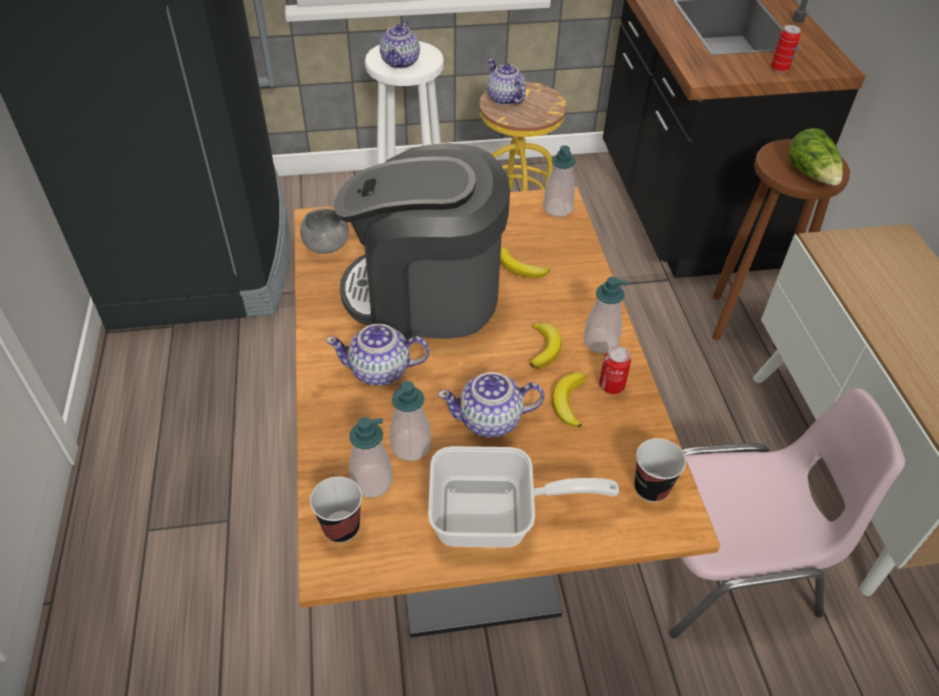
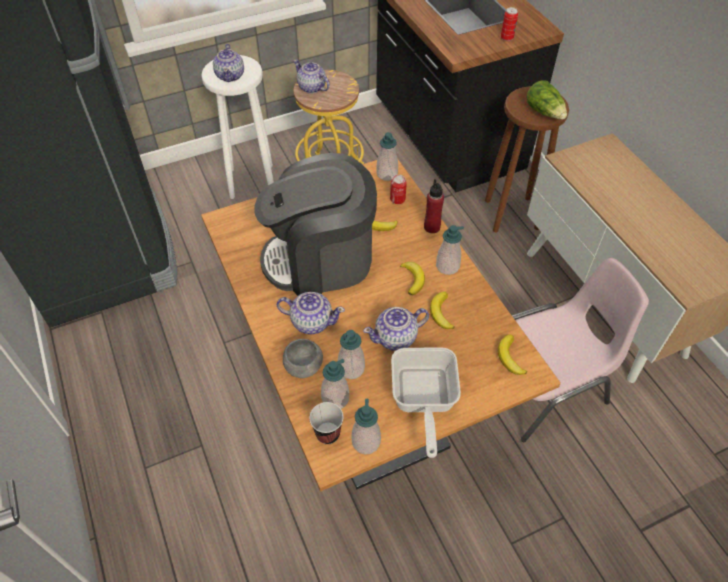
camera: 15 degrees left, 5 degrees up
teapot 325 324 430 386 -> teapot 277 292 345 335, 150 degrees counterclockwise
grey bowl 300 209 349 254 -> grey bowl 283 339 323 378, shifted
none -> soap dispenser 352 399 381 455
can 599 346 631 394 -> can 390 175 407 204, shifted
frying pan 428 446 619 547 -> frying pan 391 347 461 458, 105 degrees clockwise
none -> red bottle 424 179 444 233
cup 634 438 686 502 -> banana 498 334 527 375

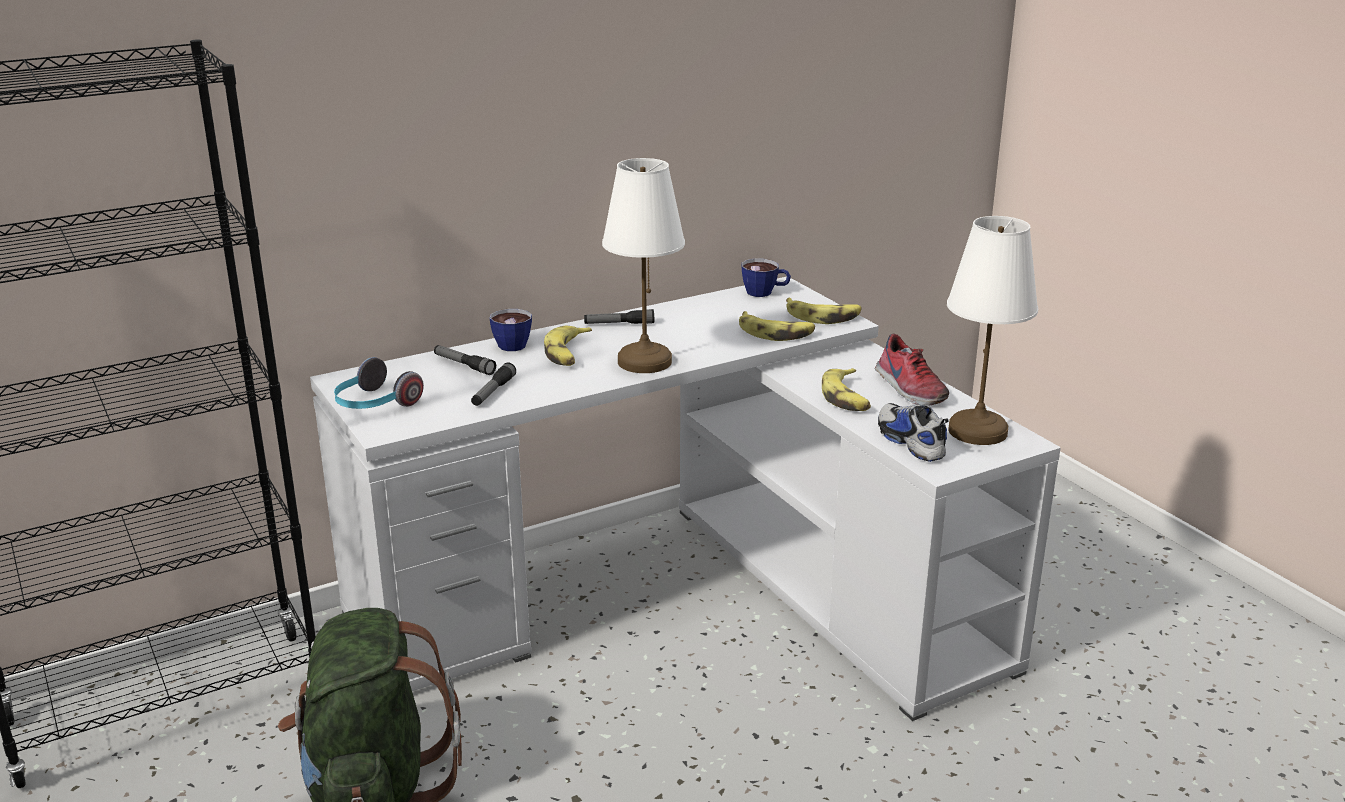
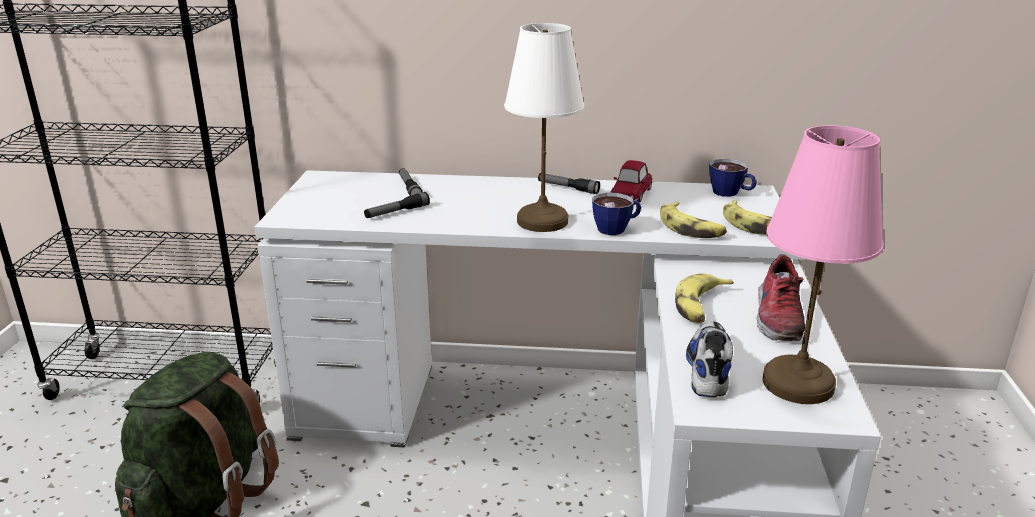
camera: 35 degrees right, 0 degrees up
cup 490 309 532 351 -> cup 592 192 641 235, shifted
none -> toy car 610 160 653 202
white table lamp 947 216 1038 445 -> pink table lamp 762 125 884 404
headphones 334 357 424 409 -> none
banana 544 326 592 366 -> none

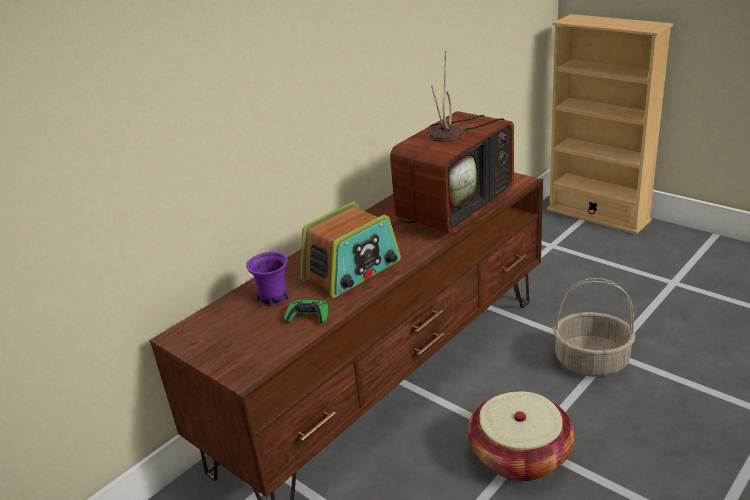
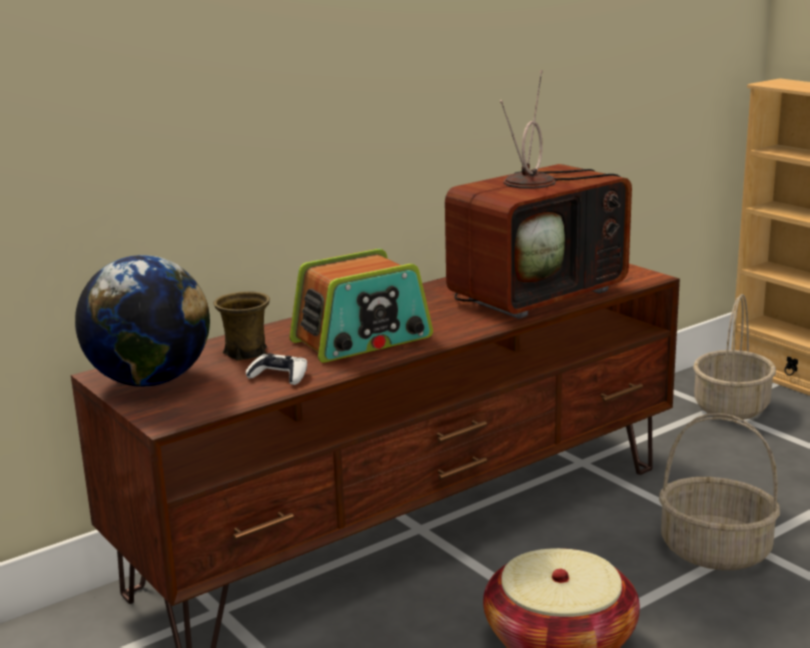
camera: 10 degrees right, 10 degrees down
none -> globe 75 255 210 387
purple mug 246 252 290 306 -> brown mug 213 291 270 361
green game controller 284 300 328 324 -> white game controller 246 353 307 385
none -> basket 693 294 776 420

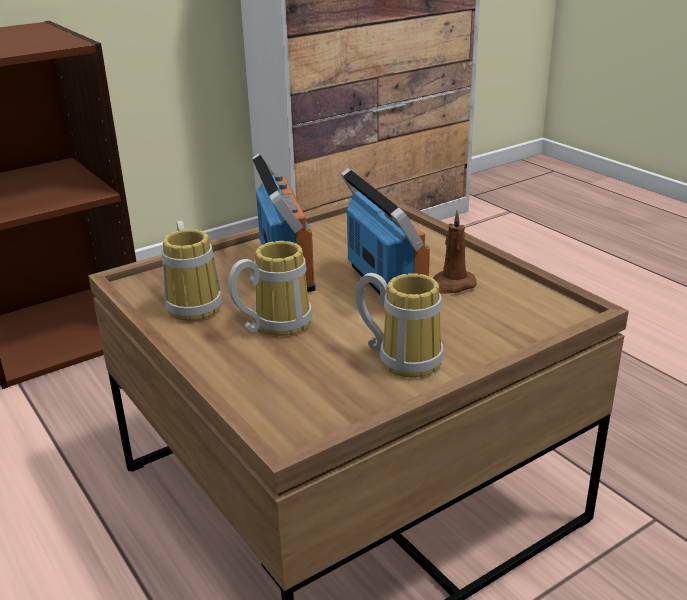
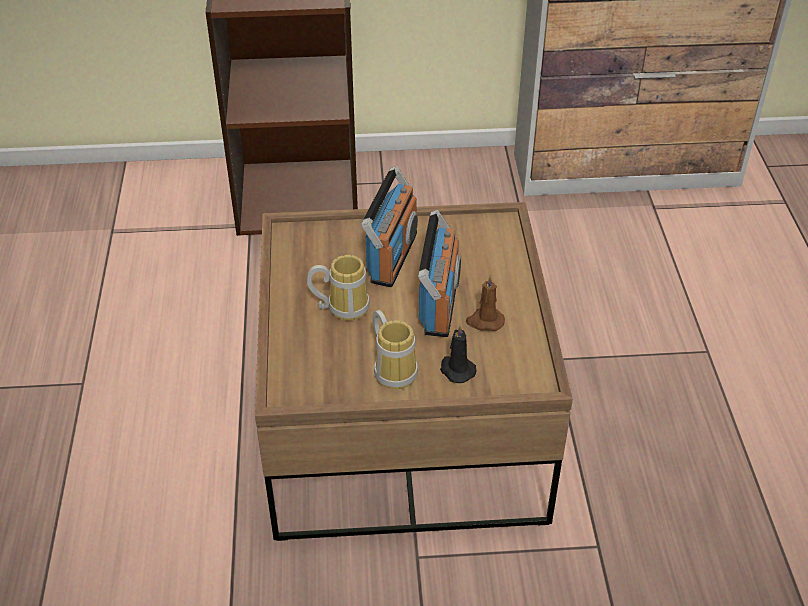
camera: 30 degrees right, 15 degrees up
none -> black candle 440 325 477 383
mug 162 221 222 321 -> none

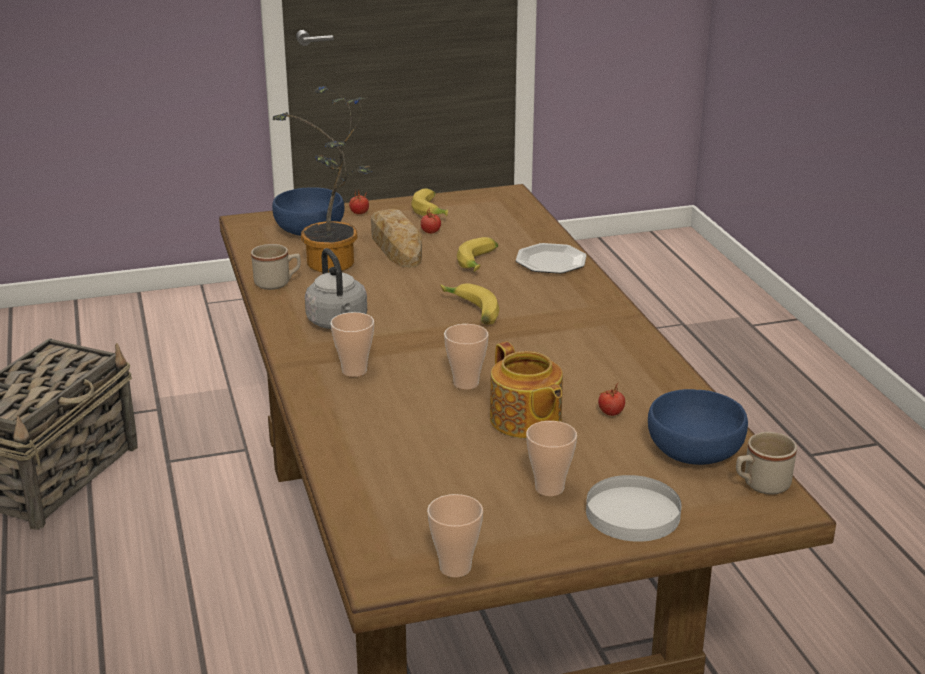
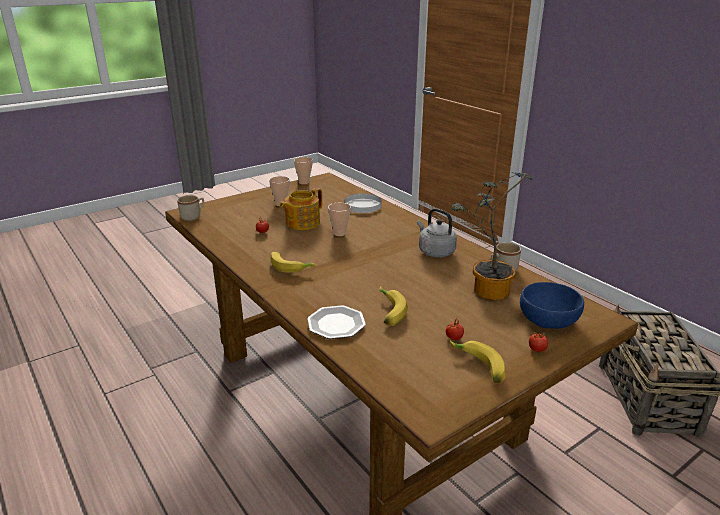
camera: 160 degrees right, 0 degrees up
banana 440 283 499 325 -> banana 270 252 315 273, shifted
teapot 490 342 563 438 -> teapot 280 188 323 230, 90 degrees counterclockwise
white plate 586 475 682 542 -> white plate 345 194 382 213, shifted
cup 330 312 374 377 -> none
bread 371 209 422 268 -> none
blue bowl 648 389 748 465 -> none

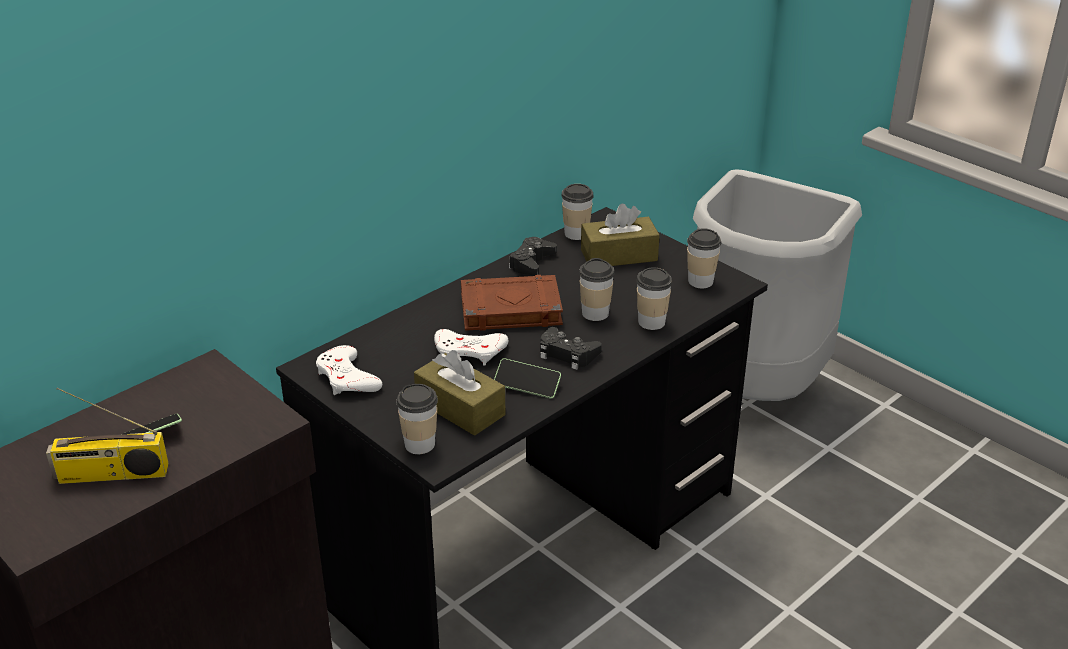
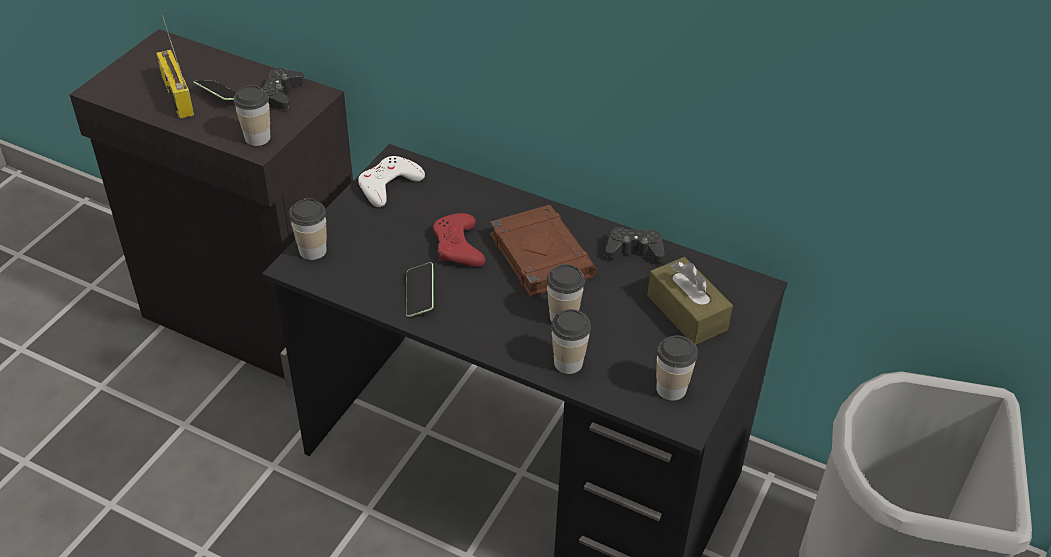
camera: 70 degrees right, 10 degrees up
cup 561 184 594 240 -> cup 233 85 270 146, shifted
black game controller 540 327 602 370 -> black game controller 262 68 305 110, shifted
white game controller 434 329 508 366 -> red game controller 433 213 485 267
brown tissue box 414 350 506 436 -> none

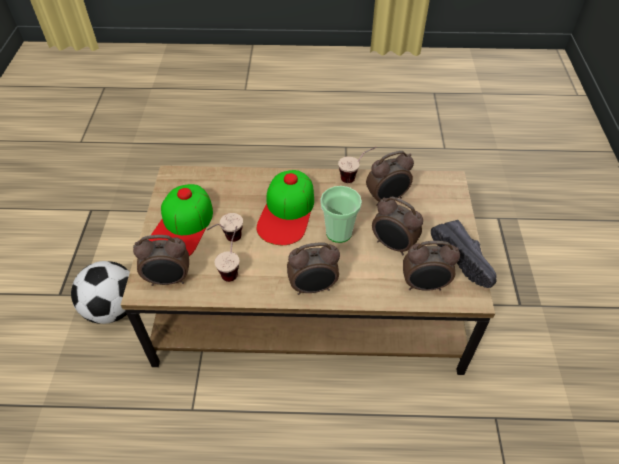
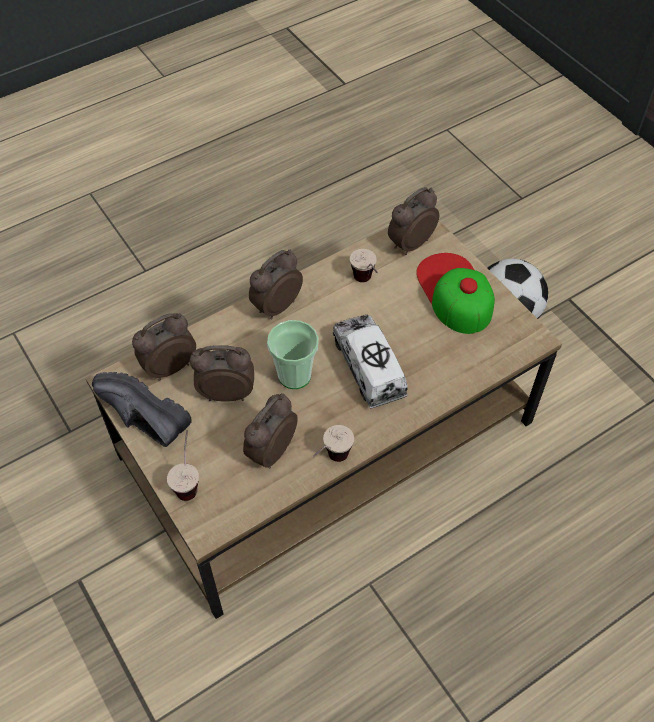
camera: 145 degrees right, 5 degrees up
cup 206 213 243 242 -> cup 167 430 199 501, shifted
cap 257 170 314 245 -> toy truck 333 315 408 409

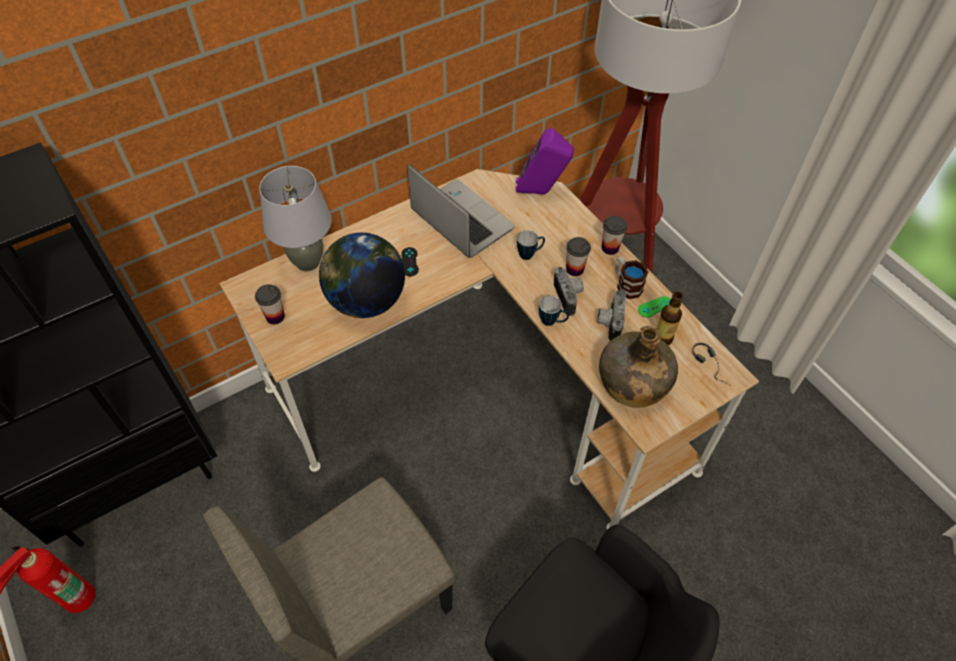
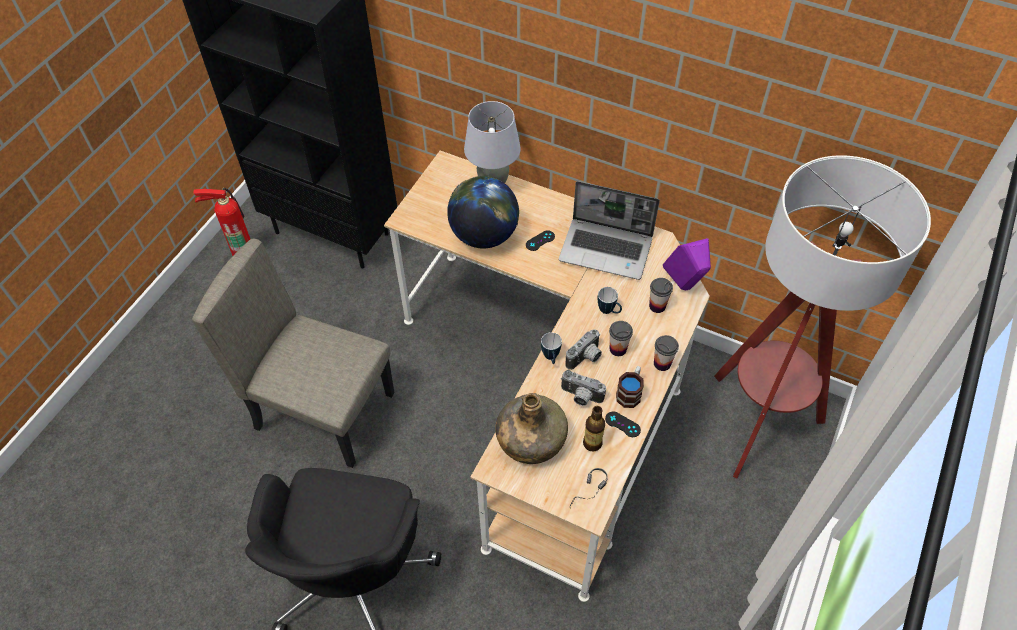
camera: 60 degrees right, 0 degrees up
laptop 407 164 515 258 -> laptop 559 181 660 280, 90 degrees clockwise
photo camera 597 290 626 341 -> photo camera 561 370 606 406, 135 degrees counterclockwise
green game controller 638 296 671 318 -> black game controller 605 411 641 437
cup 255 284 285 324 -> cup 649 278 673 313, shifted

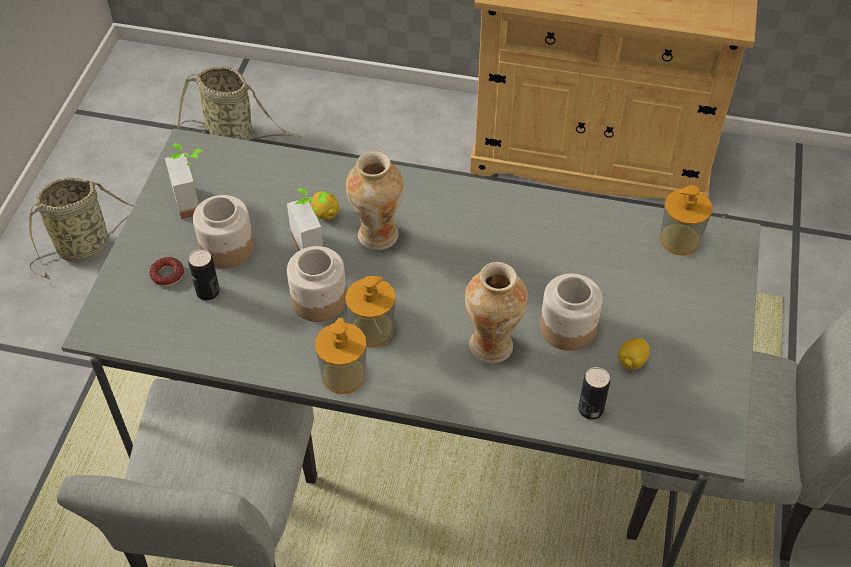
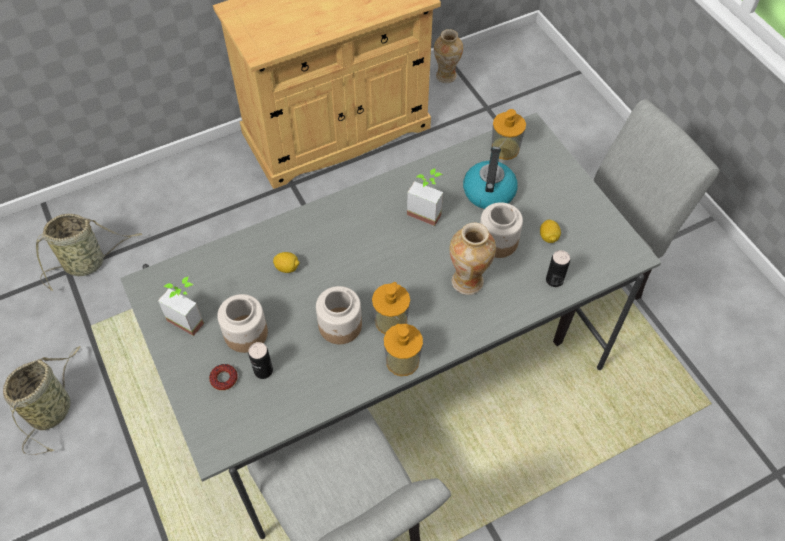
camera: 40 degrees left, 5 degrees up
potted plant 287 188 330 251 -> potted plant 407 168 443 226, shifted
vase 346 151 404 250 -> vase 434 29 463 83, shifted
none -> kettle 463 147 518 209

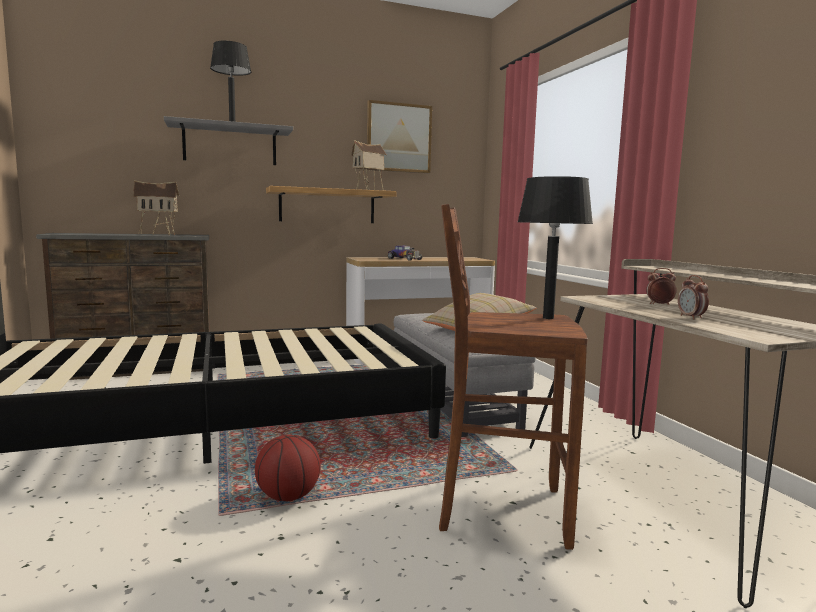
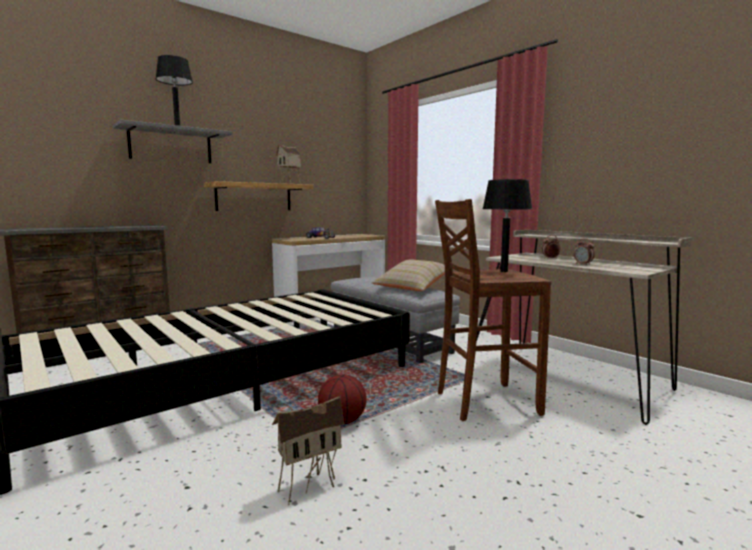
camera: 20 degrees left, 0 degrees up
toy house 133 180 179 235 -> toy house 272 396 344 505, shifted
picture 367 100 432 173 -> none

